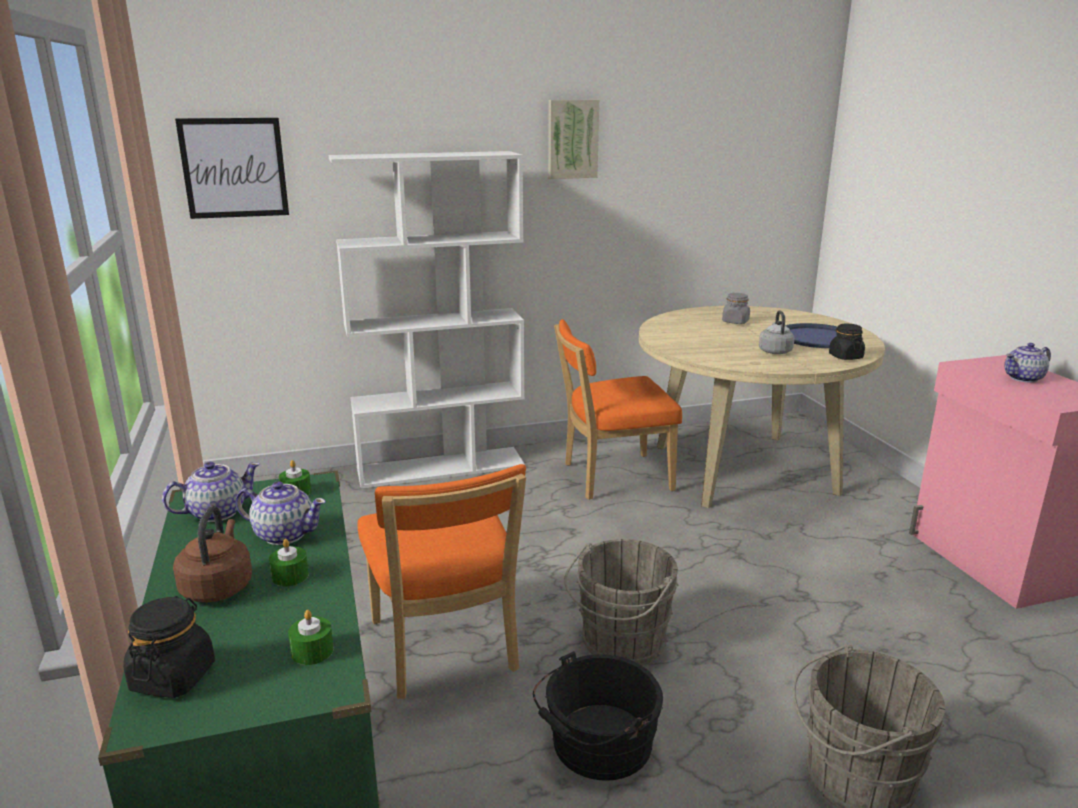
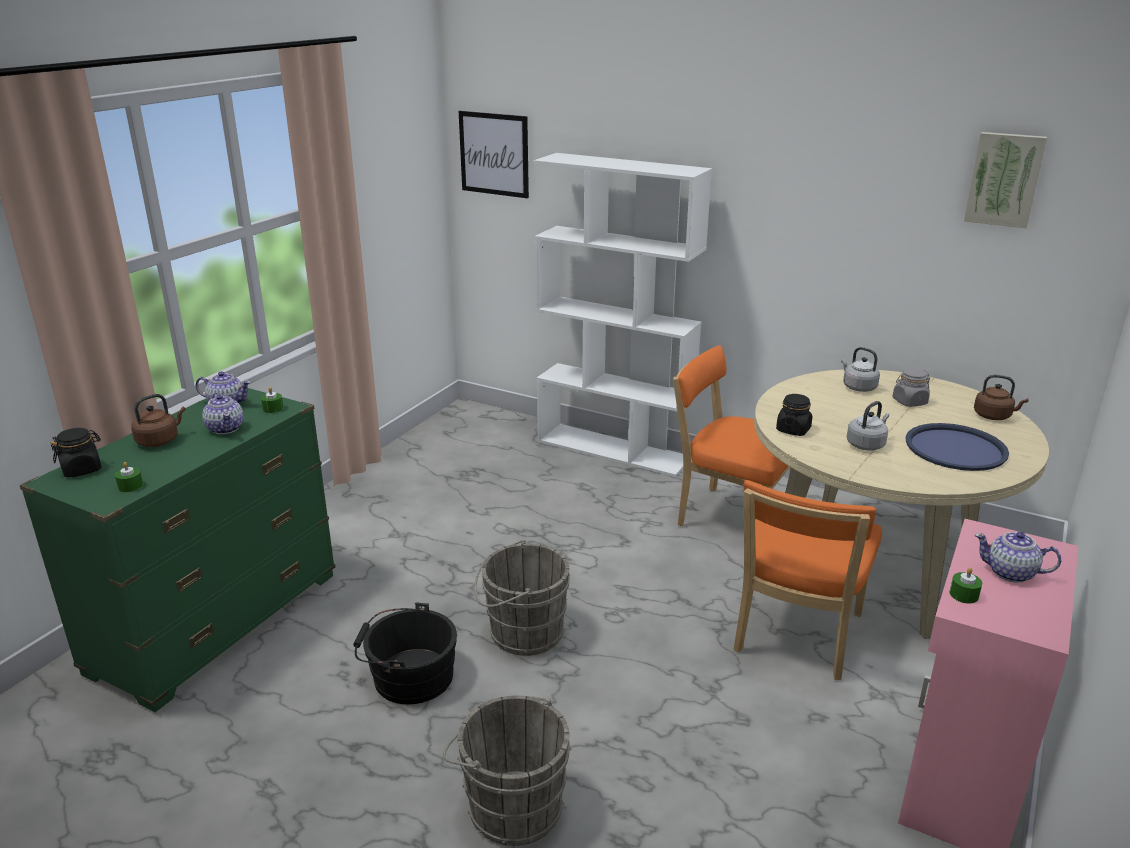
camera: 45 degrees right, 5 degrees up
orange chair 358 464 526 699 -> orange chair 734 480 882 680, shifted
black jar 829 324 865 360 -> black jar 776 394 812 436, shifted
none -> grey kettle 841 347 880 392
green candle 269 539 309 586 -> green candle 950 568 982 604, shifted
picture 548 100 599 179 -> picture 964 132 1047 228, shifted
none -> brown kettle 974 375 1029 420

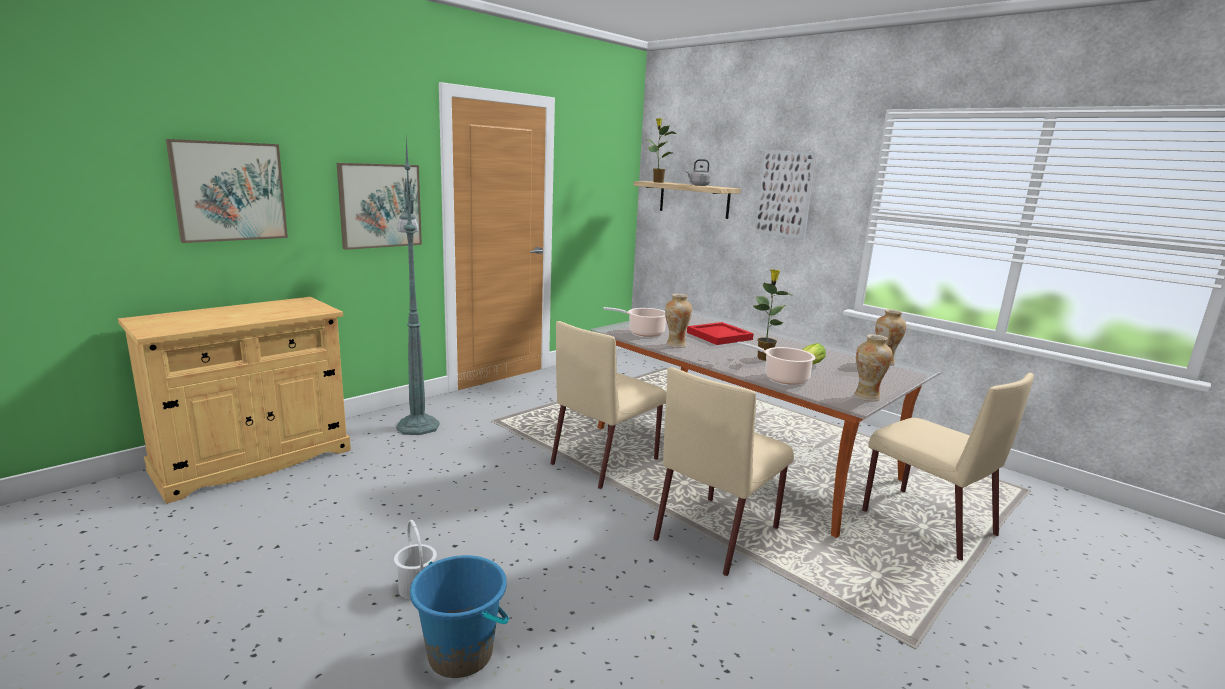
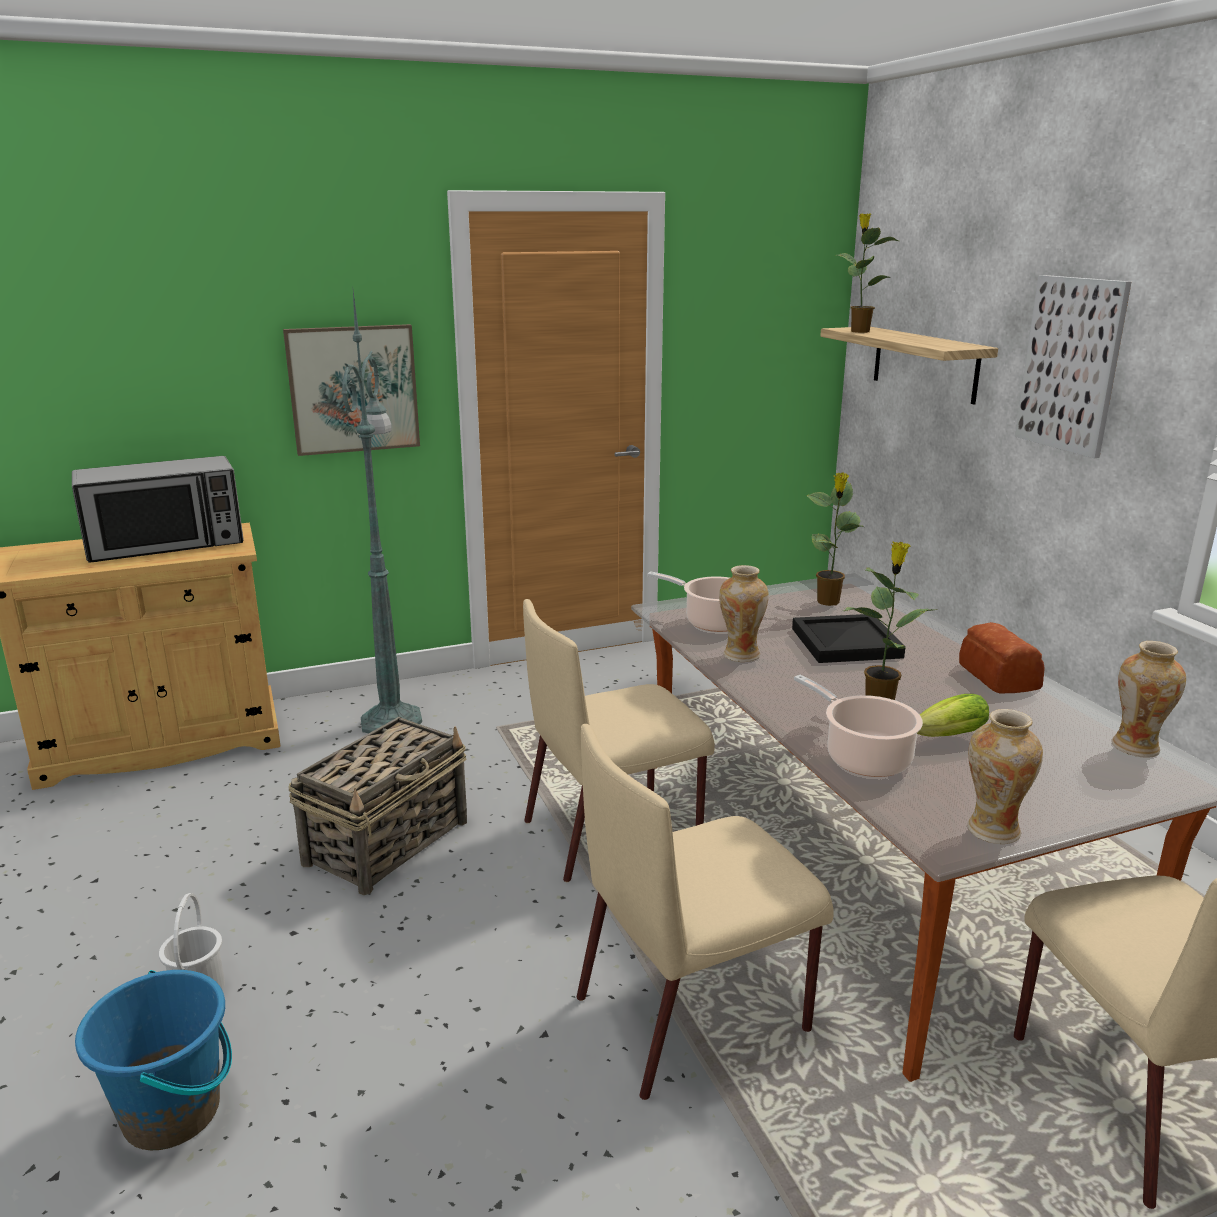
camera: 25 degrees right, 5 degrees up
none -> microwave 72 456 244 563
none -> basket 289 717 467 895
red tray 687 322 754 345 -> black tray 792 614 905 663
none -> potted plant 806 472 864 606
none -> bread 959 622 1045 693
picture 166 139 288 243 -> none
grey kettle 686 159 711 186 -> none

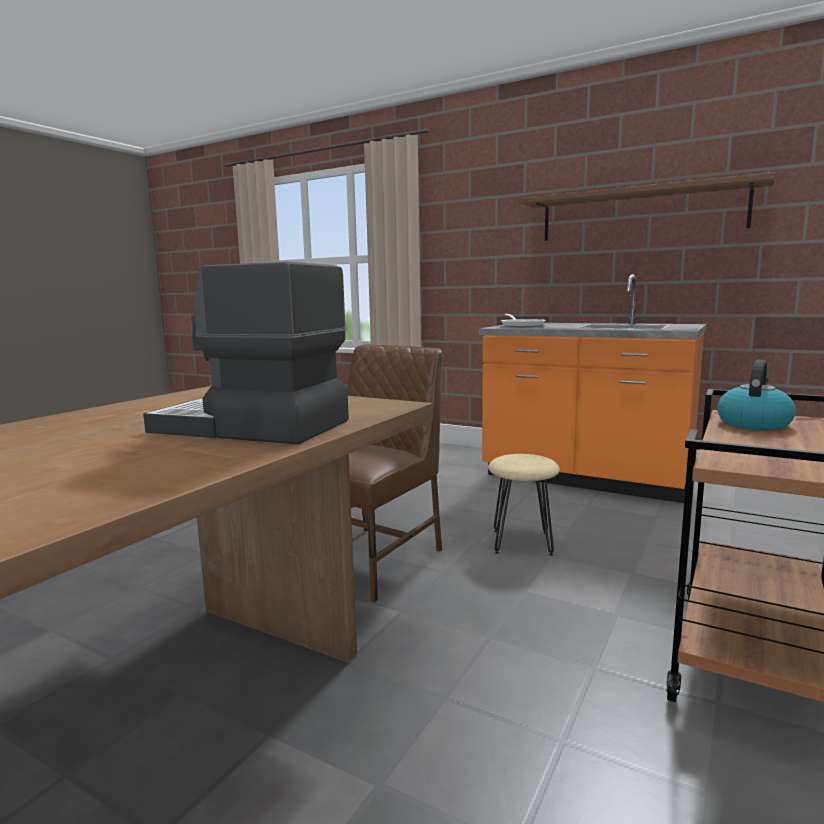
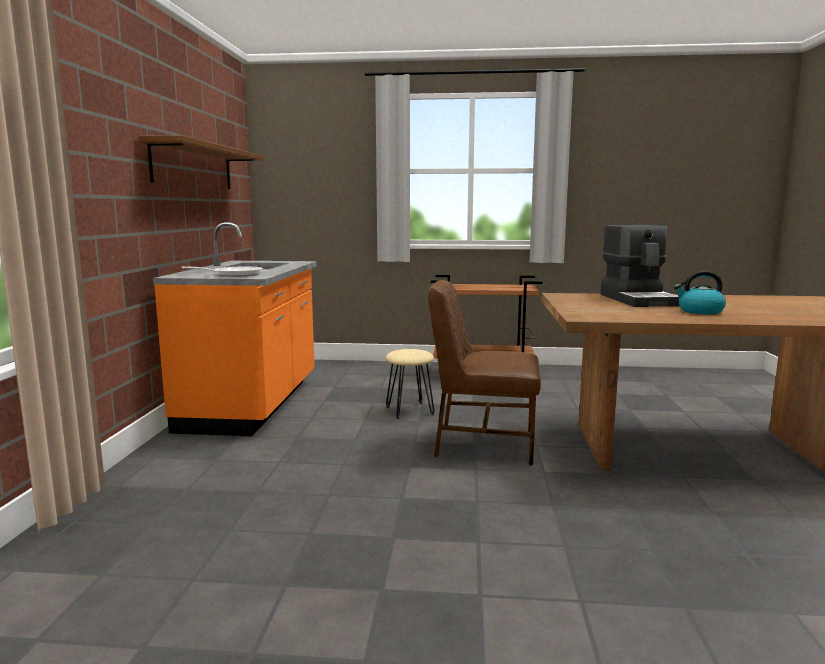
camera: 115 degrees left, 0 degrees up
kettle 717 360 796 430 -> kettle 674 271 726 314, shifted

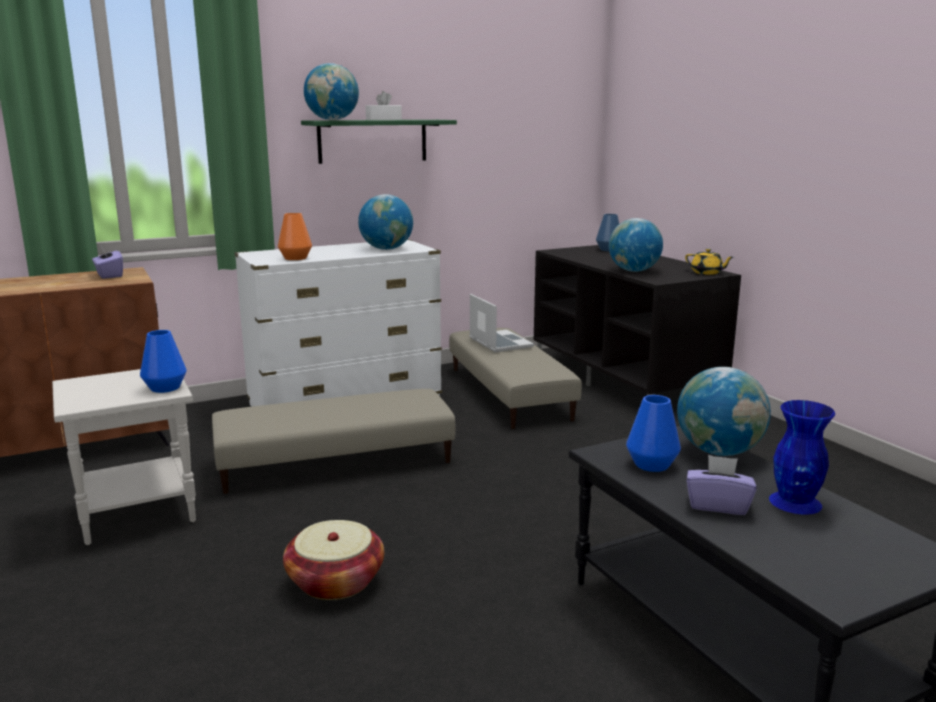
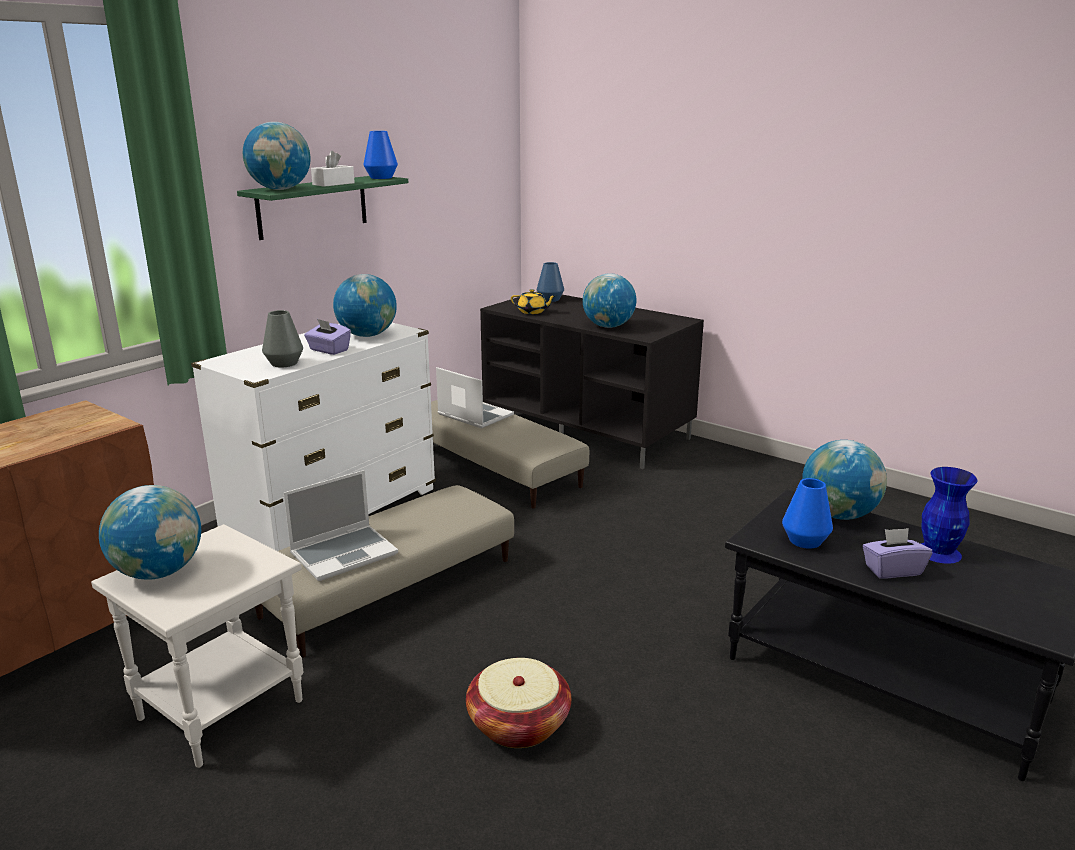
camera: 25 degrees left, 5 degrees up
none -> globe 99 485 201 580
orange vase 278 213 312 260 -> grey vase 262 310 303 367
none -> laptop 284 470 398 581
purple tissue box 92 246 123 279 -> purple tissue box 304 319 351 355, shifted
blue vase 140 330 187 393 -> blue vase 363 131 398 179, shifted
yellow teapot 685 249 733 275 -> yellow teapot 511 289 556 314, shifted

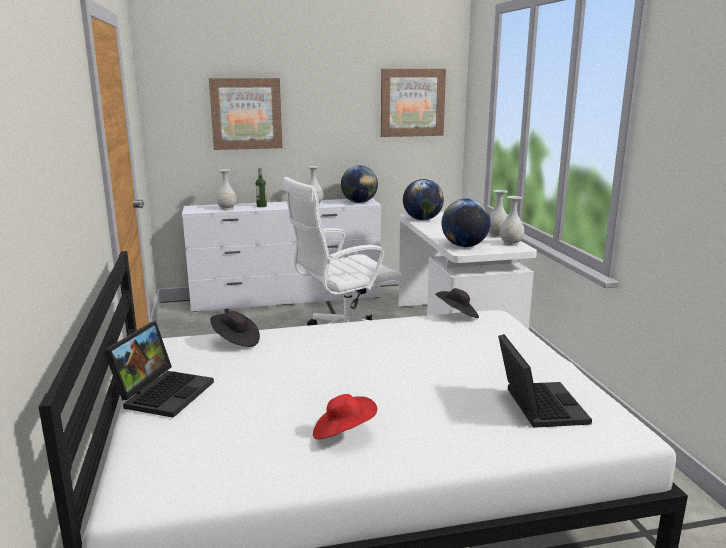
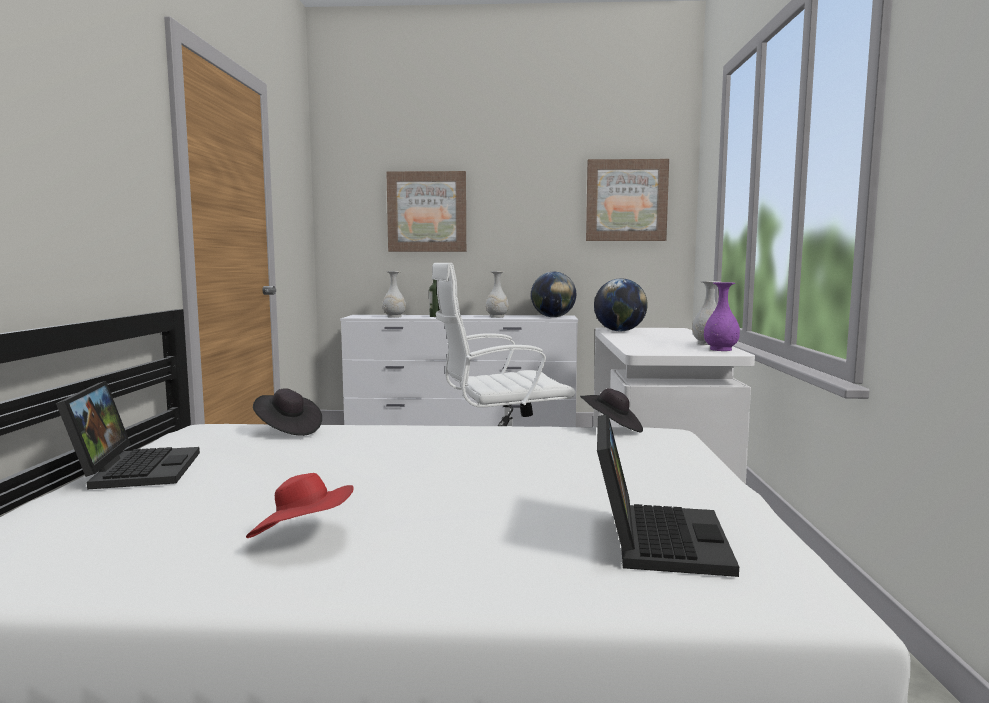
camera: 15 degrees right, 10 degrees down
laptop 105 321 214 418 -> laptop 56 381 200 490, 45 degrees counterclockwise
white vase 500 196 524 246 -> purple vase 704 282 740 351
globe 442 198 491 247 -> none

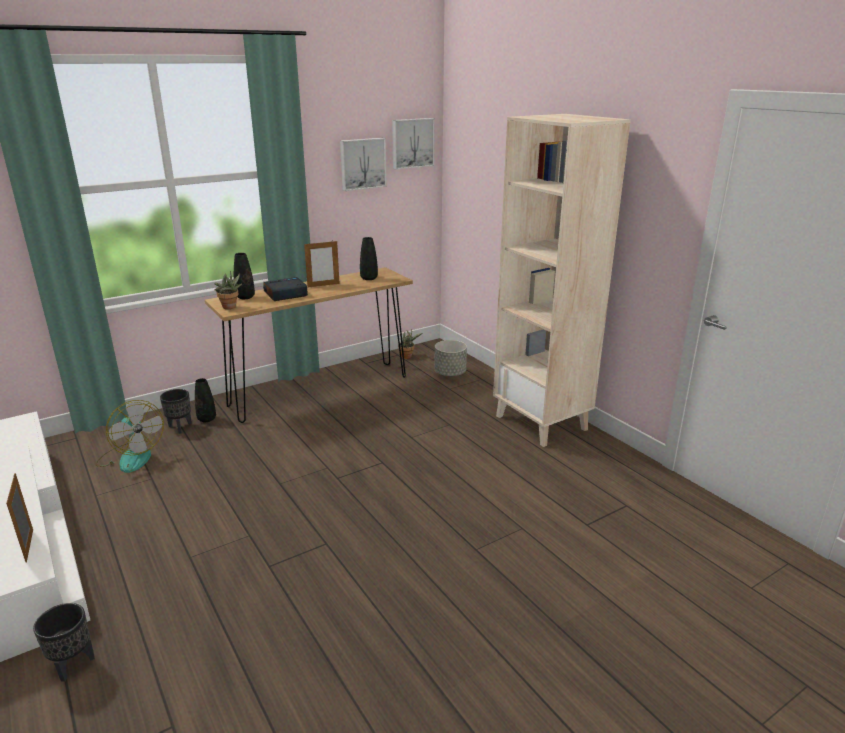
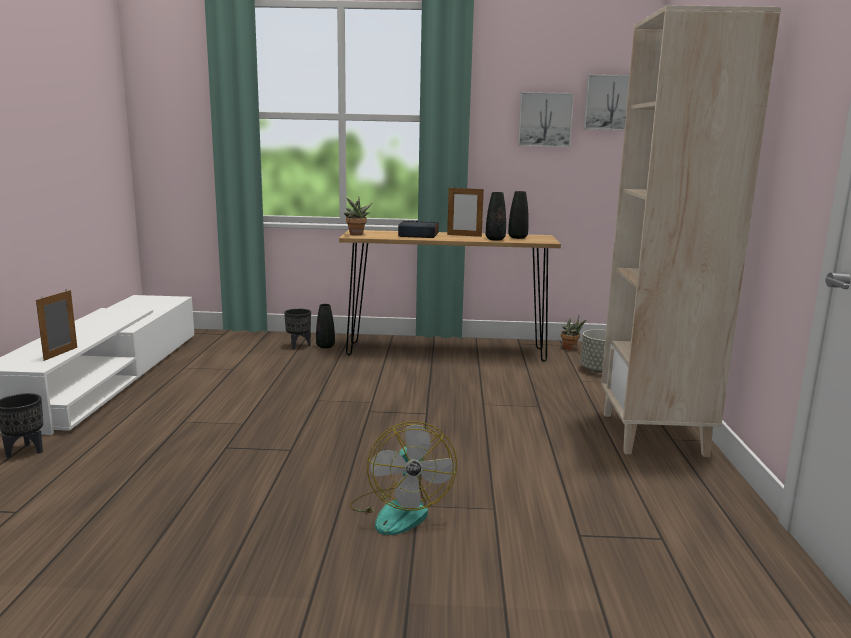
camera: 35 degrees right, 10 degrees down
fan 95 400 164 473 -> fan 349 422 457 535, shifted
black vase 234 253 255 299 -> black vase 486 192 506 241, shifted

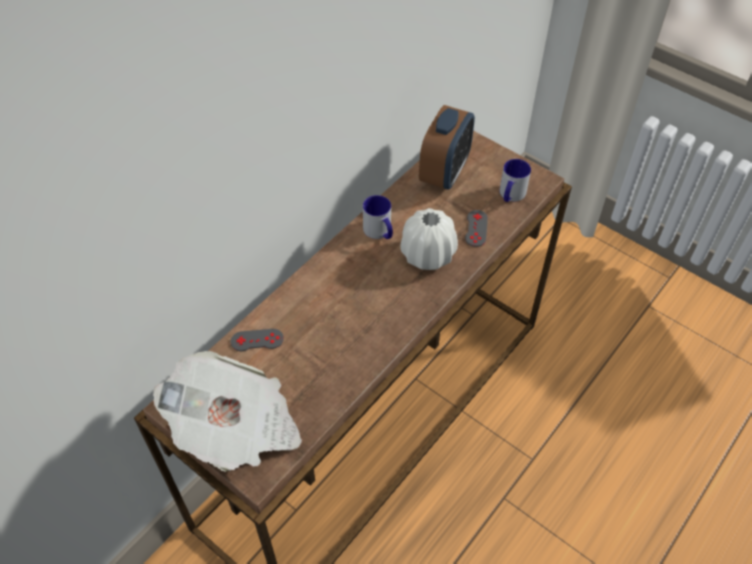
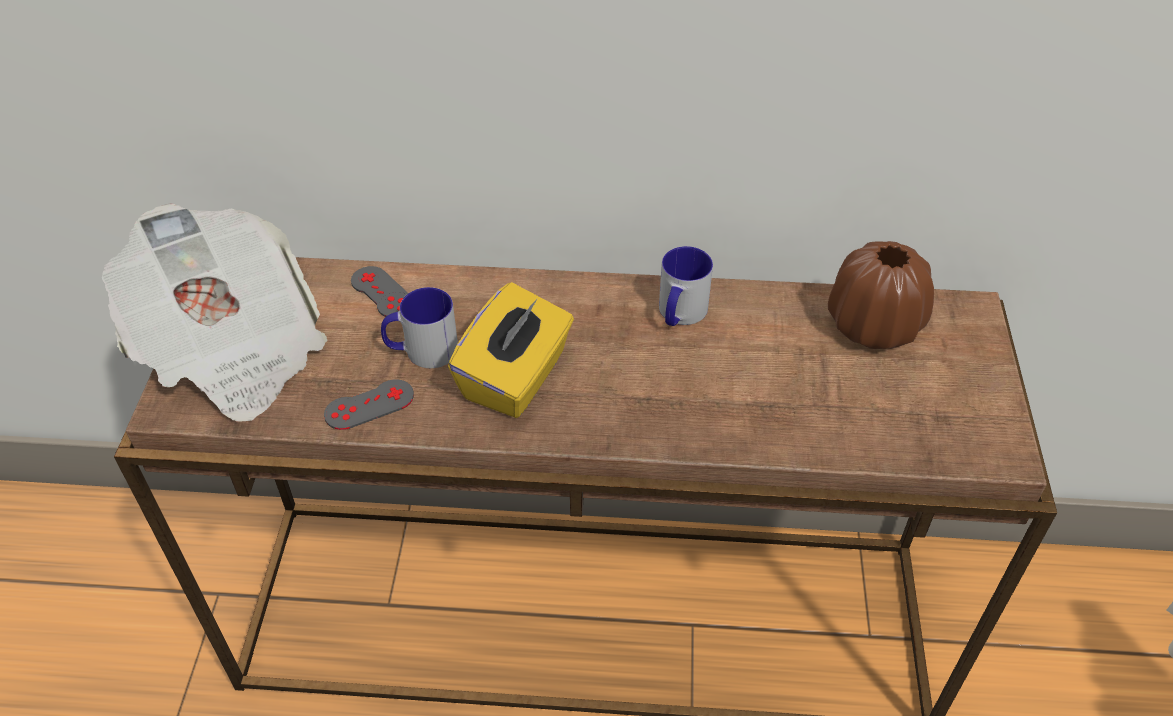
camera: 55 degrees right, 5 degrees down
grey game controller 465 210 488 247 -> grey game controller 324 379 414 430, shifted
mug 500 159 531 202 -> mug 381 287 458 368, shifted
none -> yellow tissue box 448 282 574 418
alarm clock 419 105 475 190 -> brown vase 828 241 934 349
white vase 400 208 458 270 -> none

